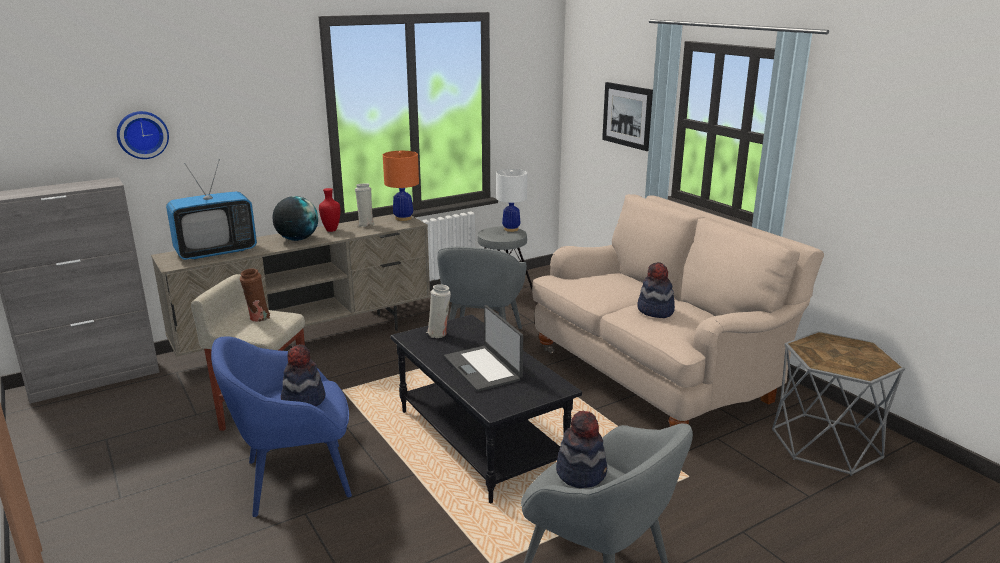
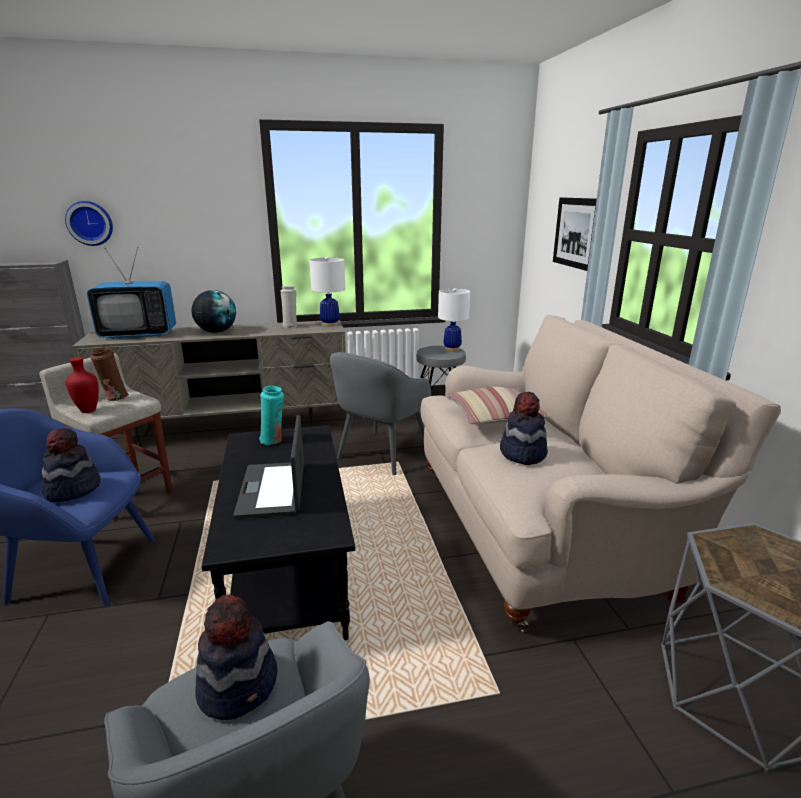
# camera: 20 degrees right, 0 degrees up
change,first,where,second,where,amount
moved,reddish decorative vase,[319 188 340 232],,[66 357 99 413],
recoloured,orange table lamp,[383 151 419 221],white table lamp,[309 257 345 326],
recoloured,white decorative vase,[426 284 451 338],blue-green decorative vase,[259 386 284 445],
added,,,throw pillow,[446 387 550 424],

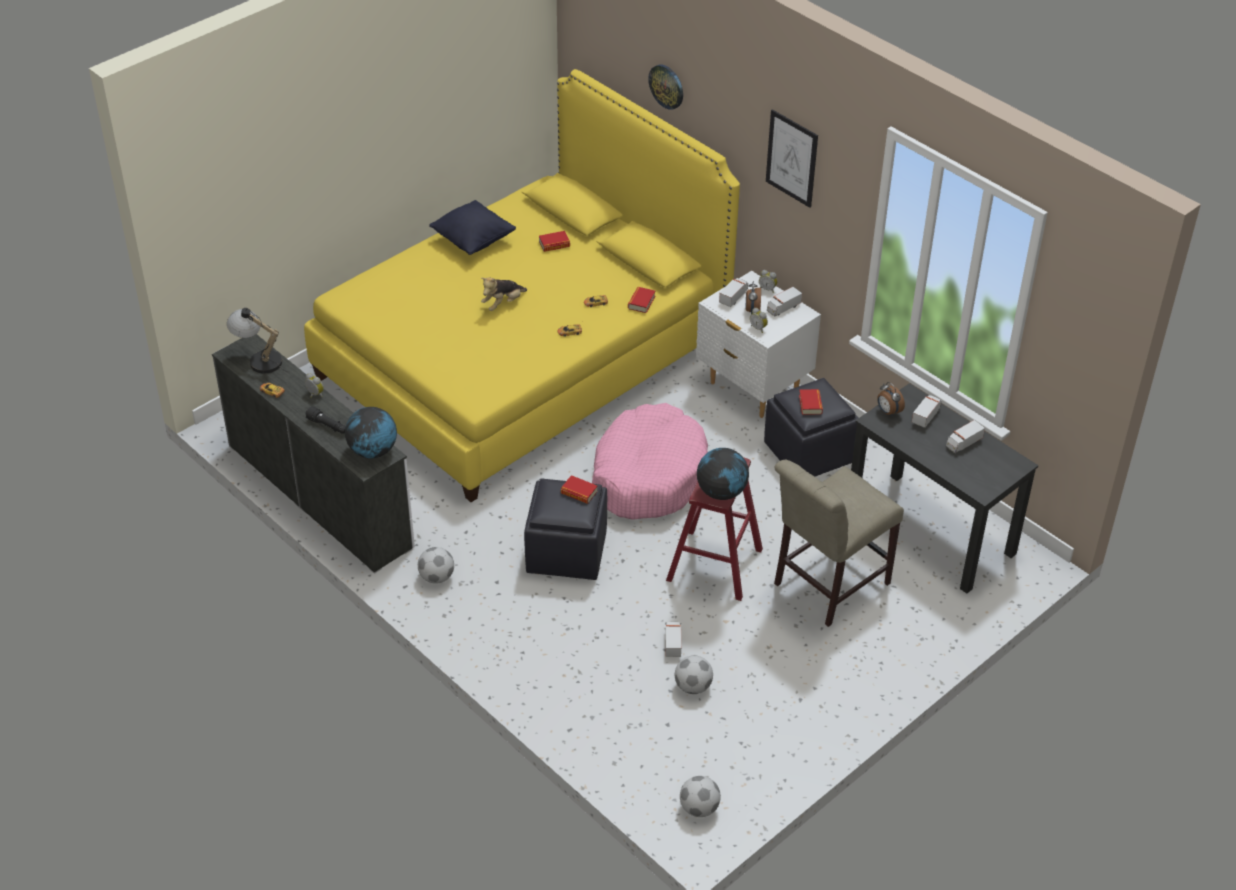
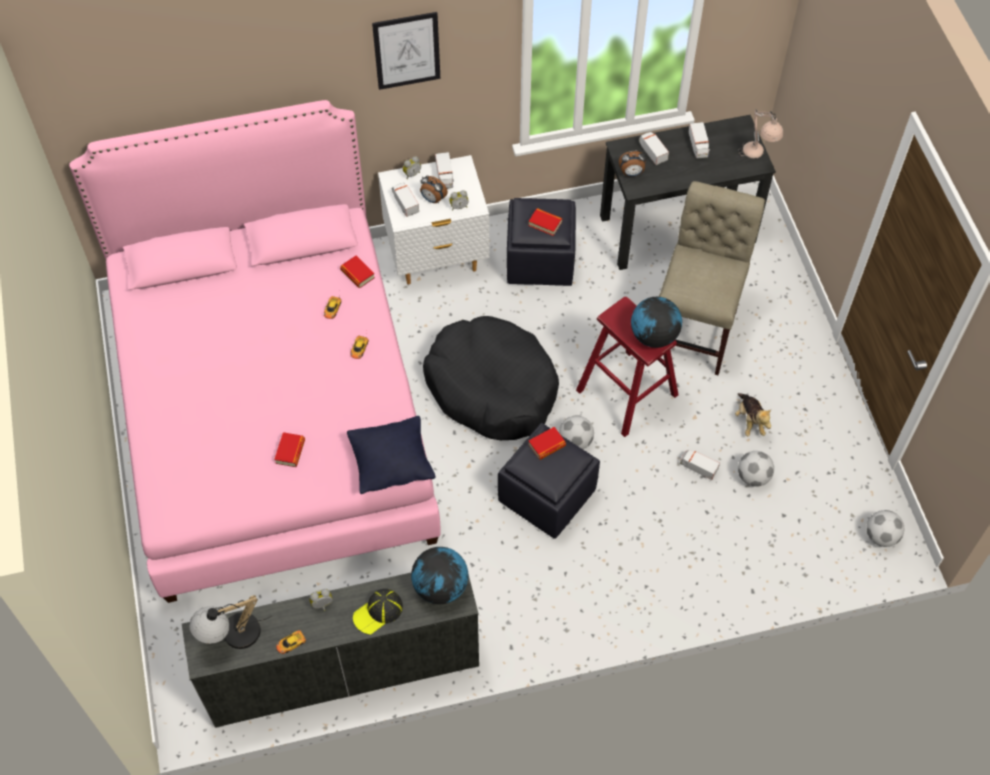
# camera: 60 degrees left, 15 degrees up
change,first,where,second,where,amount
recoloured,yellow-coloured sleeping bed,[304 69 740 502],pinkish sleeping bed,[69 100 441 603],
replaced,black-coloured flashlight,[305 406 346 434],cap,[353 589 403 635],
moved,ball for football,[418 547 454 584],,[559 415 594 449],
moved,black-coloured throw pillow,[429 200 516 255],,[347 416 436 494],
moved,cuddly toy,[481 277 527 311],,[735 393 772 437],
moved,book,[539 231 570 252],,[274 432 305 467],
recoloured,pinkish dog bed,[592 403 708 520],black-coloured dog bed,[423 316 559 440],
removed,hanging clock,[648 65 683 110],,,
turned,beige-coloured upright chair,[774 460 904 627],,[659 181 765 375],150 degrees counterclockwise
added,,,beige-coloured table lamp,[738 109 783 158],

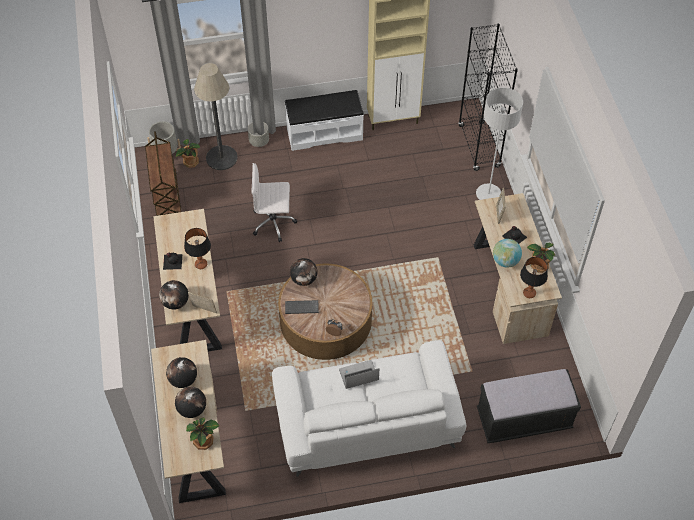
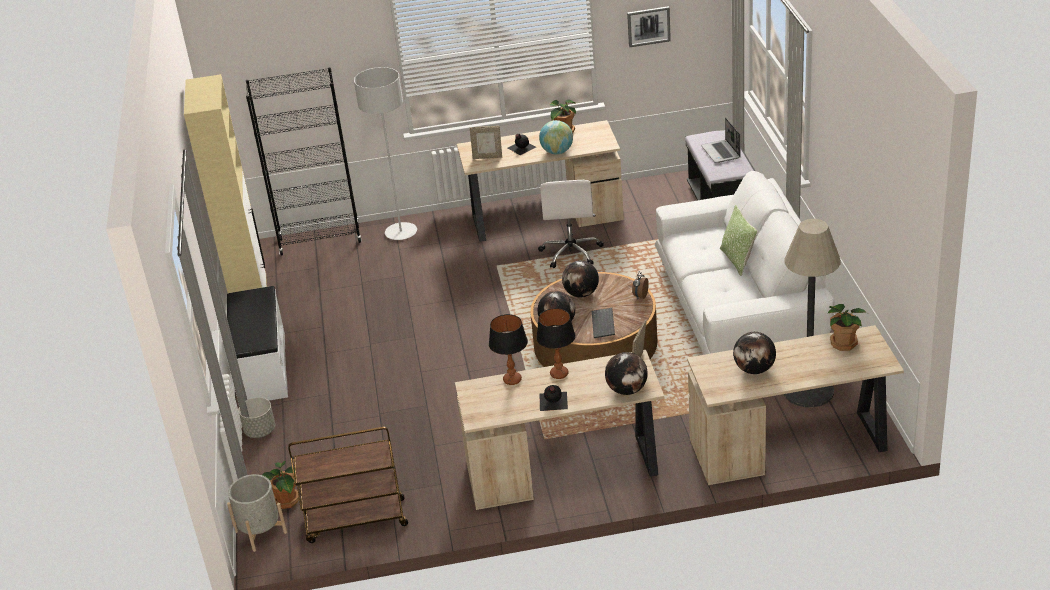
# camera: 85 degrees left, 20 degrees down
change,first,where,second,where,amount
moved,globe,[175 387 206 418],,[562 260 599 298],
moved,standard lamp,[194 63 238 170],,[784 219 841 407],
moved,white desk chair,[251 163 297 242],,[538 180 604 268],
moved,laptop,[339 360 379 389],,[701 118 740 163],
moved,table lamp,[520 257 548 298],,[489 314 528 385],
added,,,wall art,[627 6 671 47],
added,,,throw pillow,[720 205 757 276],

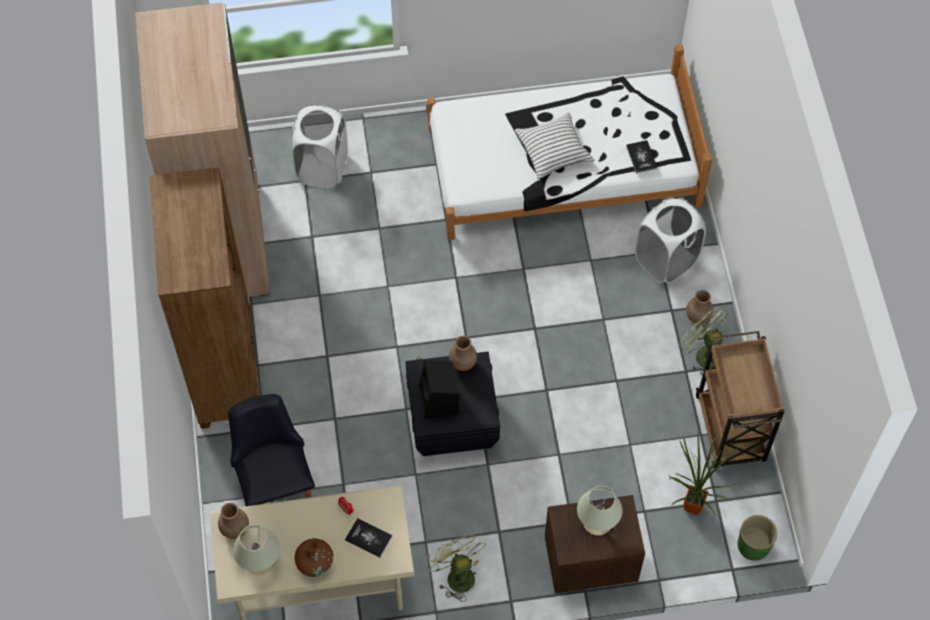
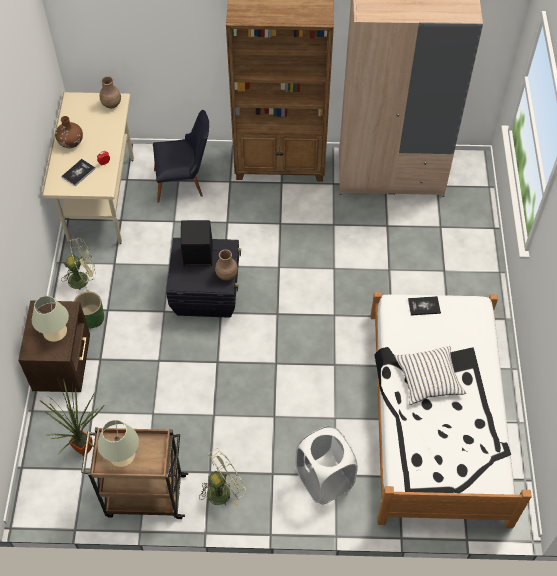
# camera: 100 degrees right, 5 degrees down
change,first,where,second,where,amount
moved,beige-coloured table lamp,[233 525 280 575],,[97 420 139 467],
removed,white washing basket,[291 104 347 188],,,
moved,book,[626 140 658 174],,[408 296 441 316],
removed,brown-coloured decorative vase,[686 290 713 324],,,
moved,greenish planter,[737 515 777 561],,[74 291 104 328],

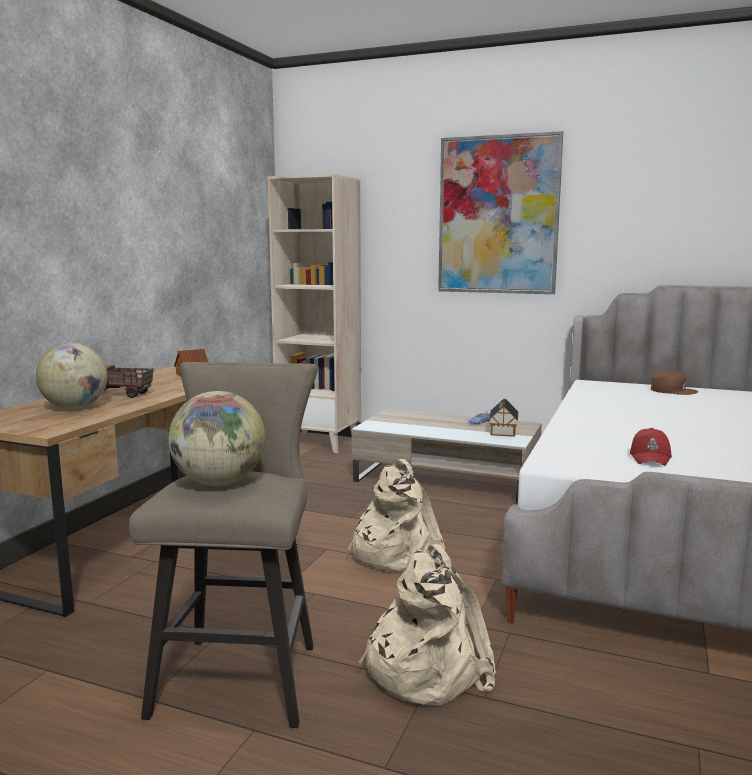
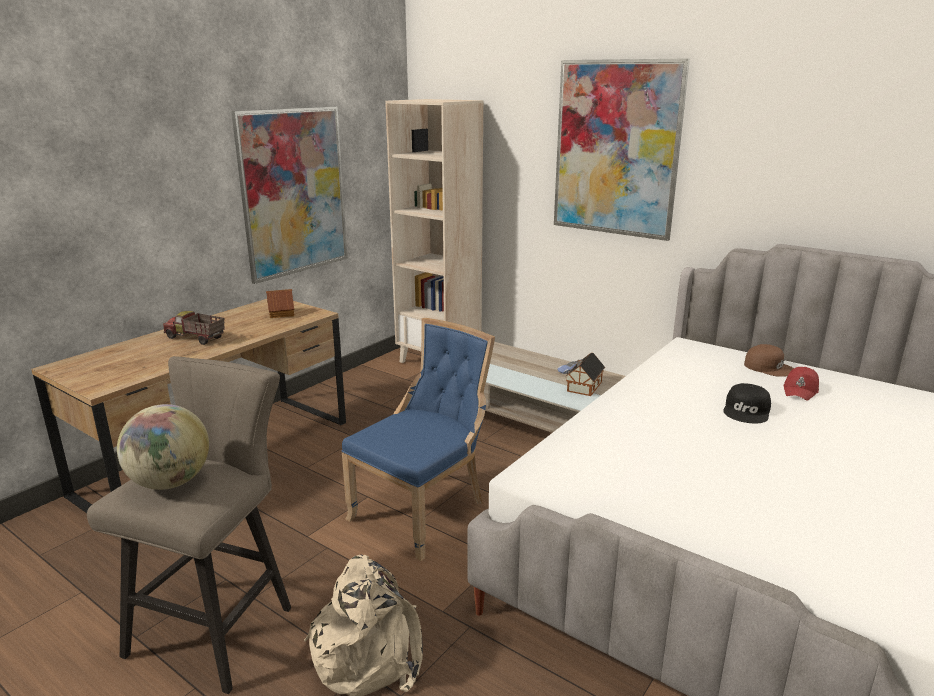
# camera: 15 degrees right, 10 degrees up
change,first,where,second,where,amount
removed,globe,[36 343 108 409],,,
replaced,beige-coloured backpack,[347 459 445 571],blue-coloured upright chair,[342 318 495 561],
moved,reddish cap,[630 428 672 466],,[783 367 819 401],
added,,,wall art,[231 106 347 284],
added,,,black-coloured cap,[723 383 771 423],

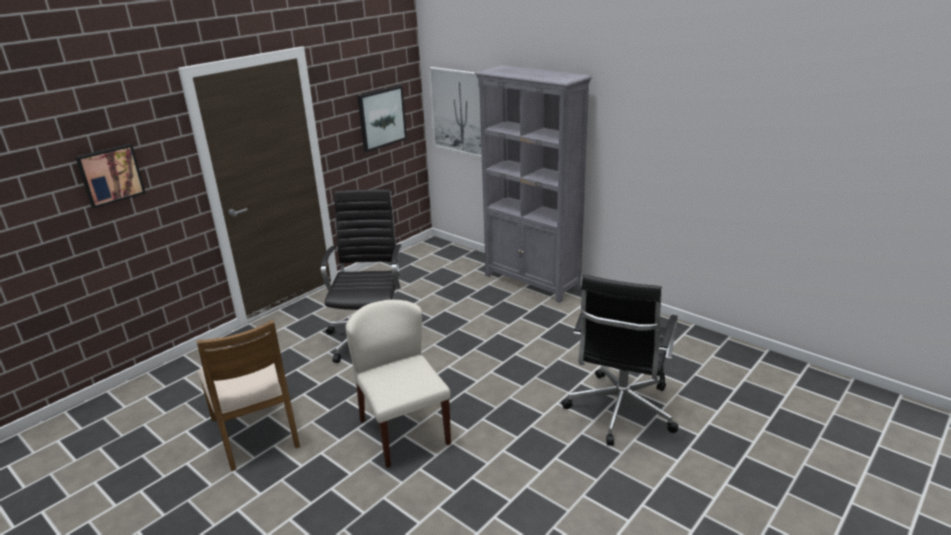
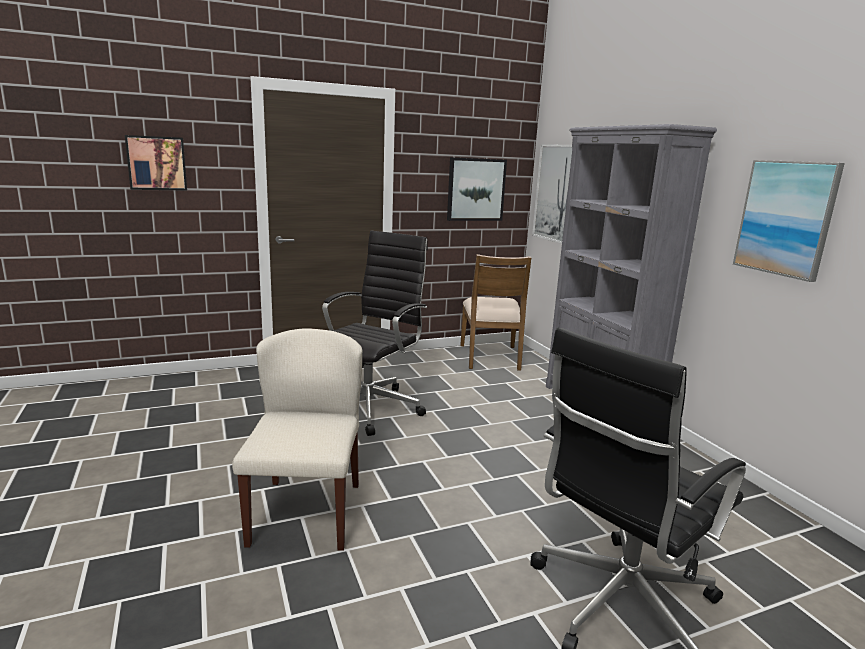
# camera: 25 degrees right, 10 degrees down
change,first,where,second,where,amount
moved,brown-coloured upright chair,[197 320 300 471],,[460 254 531 371],
added,,,wall art,[733 160 845 282],

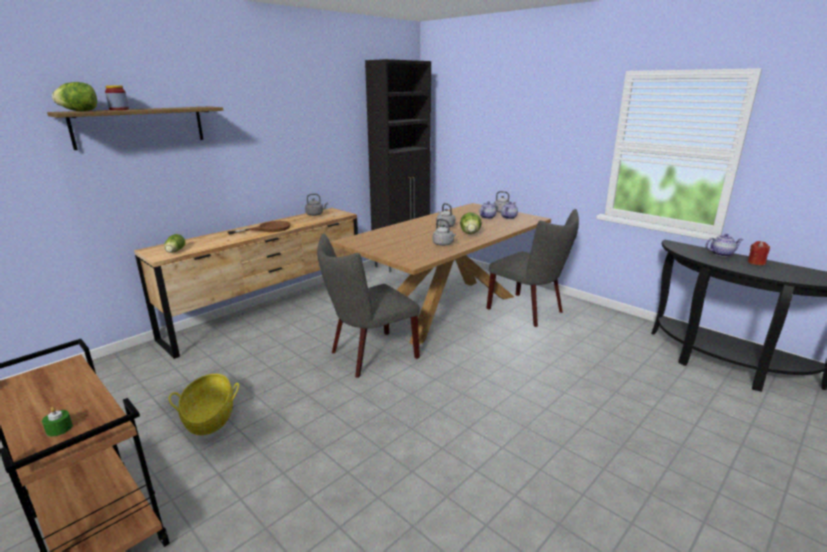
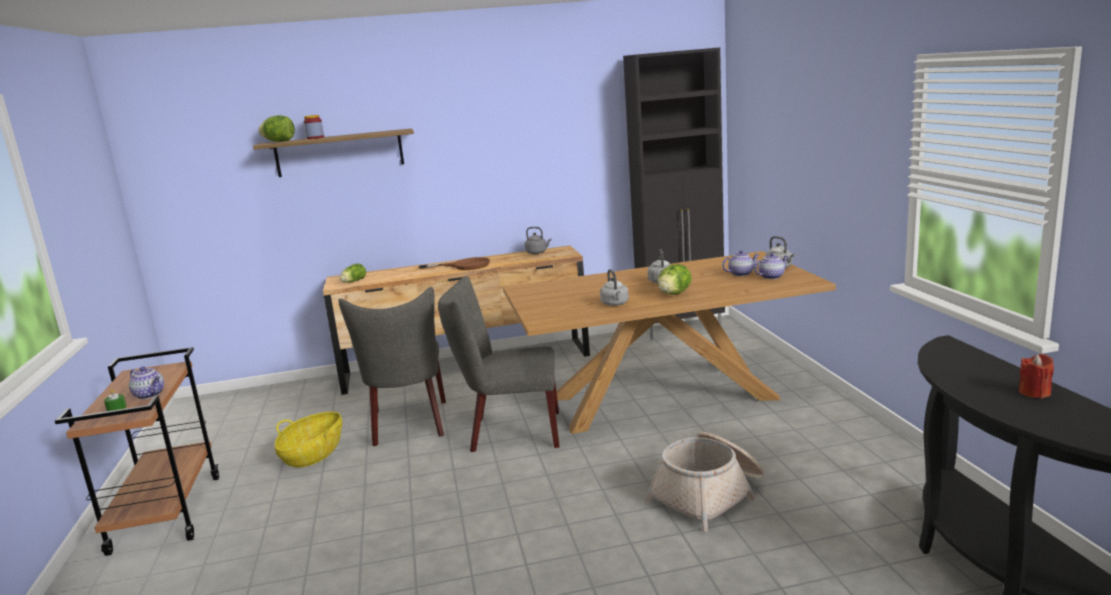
# camera: 35 degrees right, 5 degrees down
change,first,where,second,where,amount
moved,grey upright chair,[486 209 579 327],,[339 287 446 446],
moved,pot for tea,[706 234 743 257],,[129 367 164 399],
added,,,basket,[644 432 764 532],

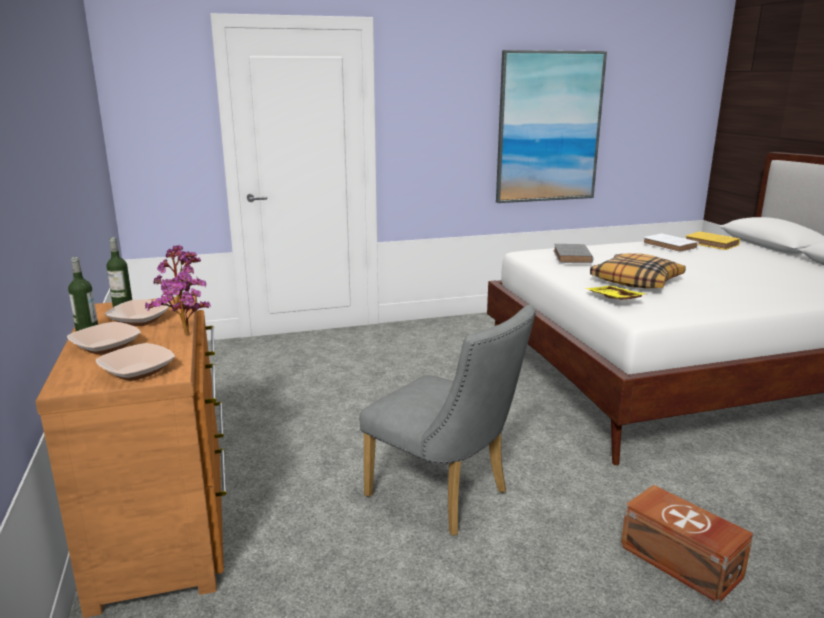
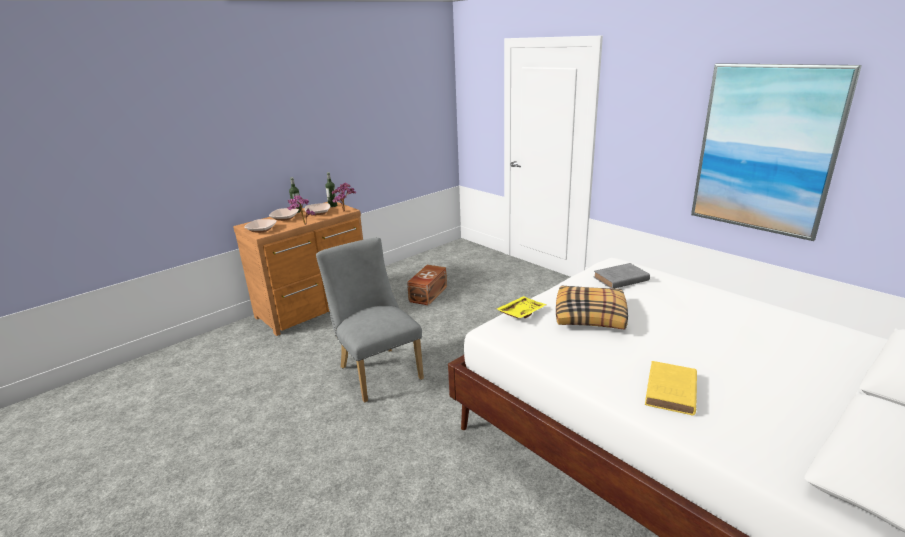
# camera: 65 degrees right, 5 degrees up
change,first,where,second,where,amount
turned,grey upright chair,[359 305 536 536],,[316 238 424 402],135 degrees clockwise
moved,brown-coloured storage container,[621 485 754 604],,[407 265 447 306],
removed,white book,[643 233 699 253],,,
moved,yellow-coloured book,[686 231 740 250],,[645 361 697 416],

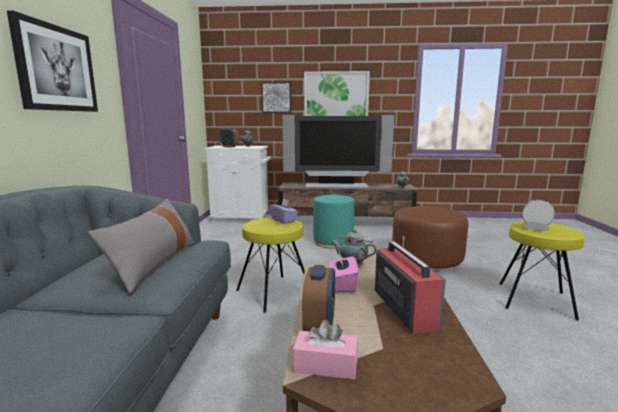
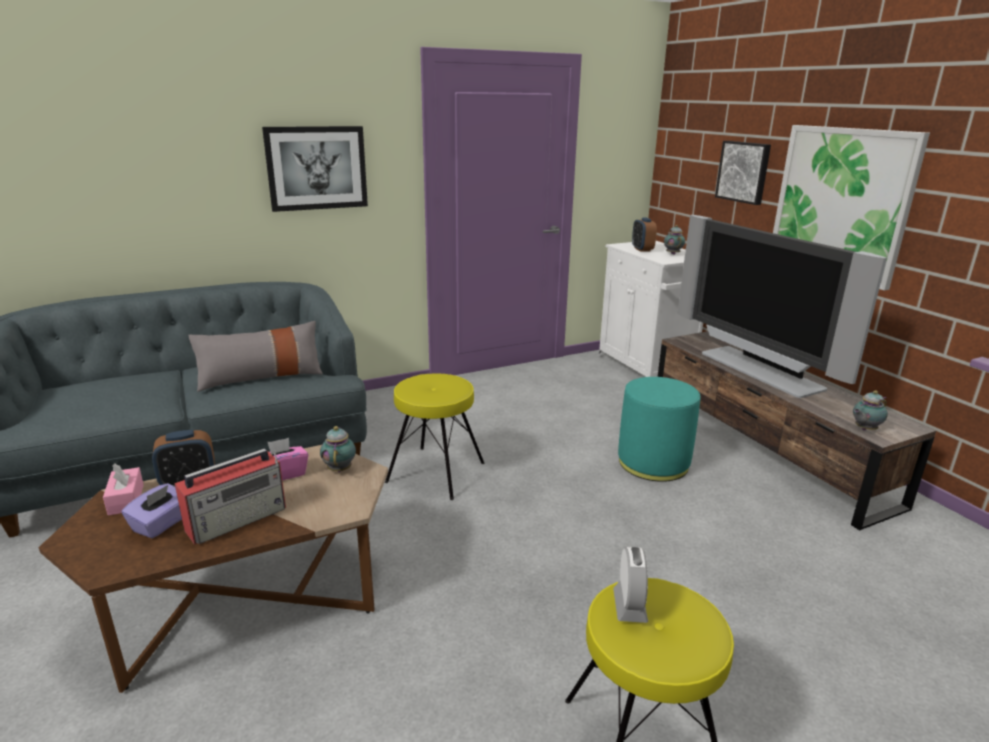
# camera: 60 degrees right, 10 degrees up
change,first,where,second,where,amount
moved,purplish tissue box,[269 198 298 224],,[122 483 182 538],
removed,brown-coloured ottoman,[392 206 468 269],,,

